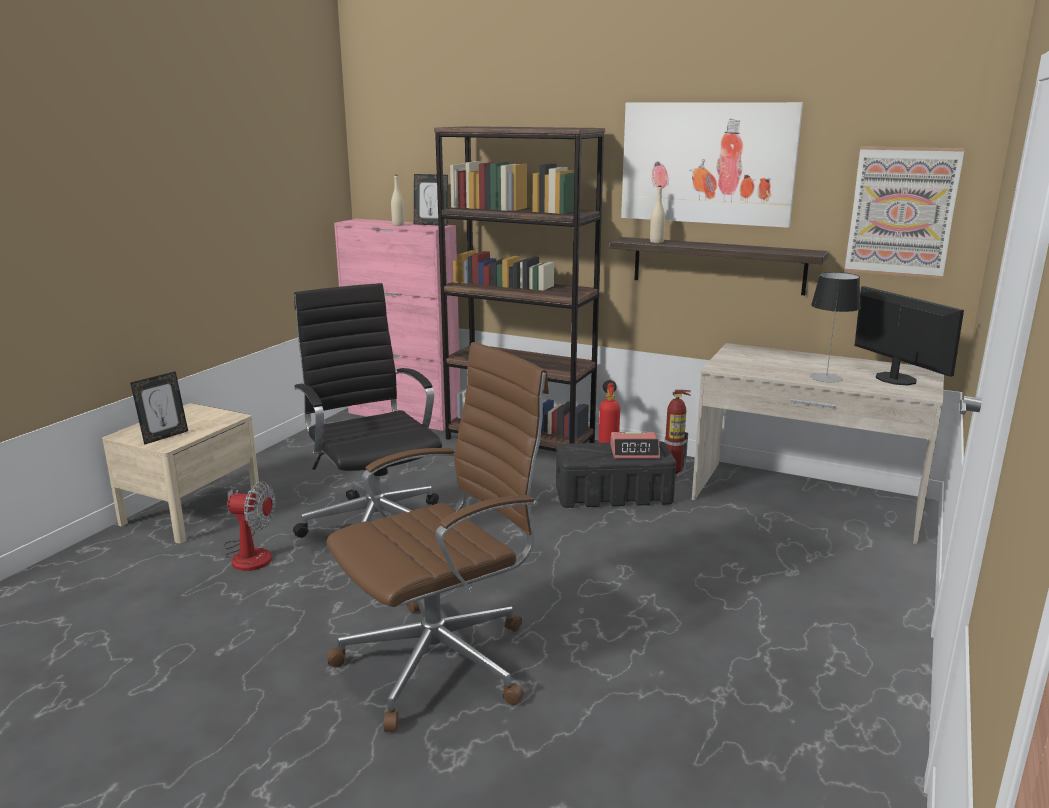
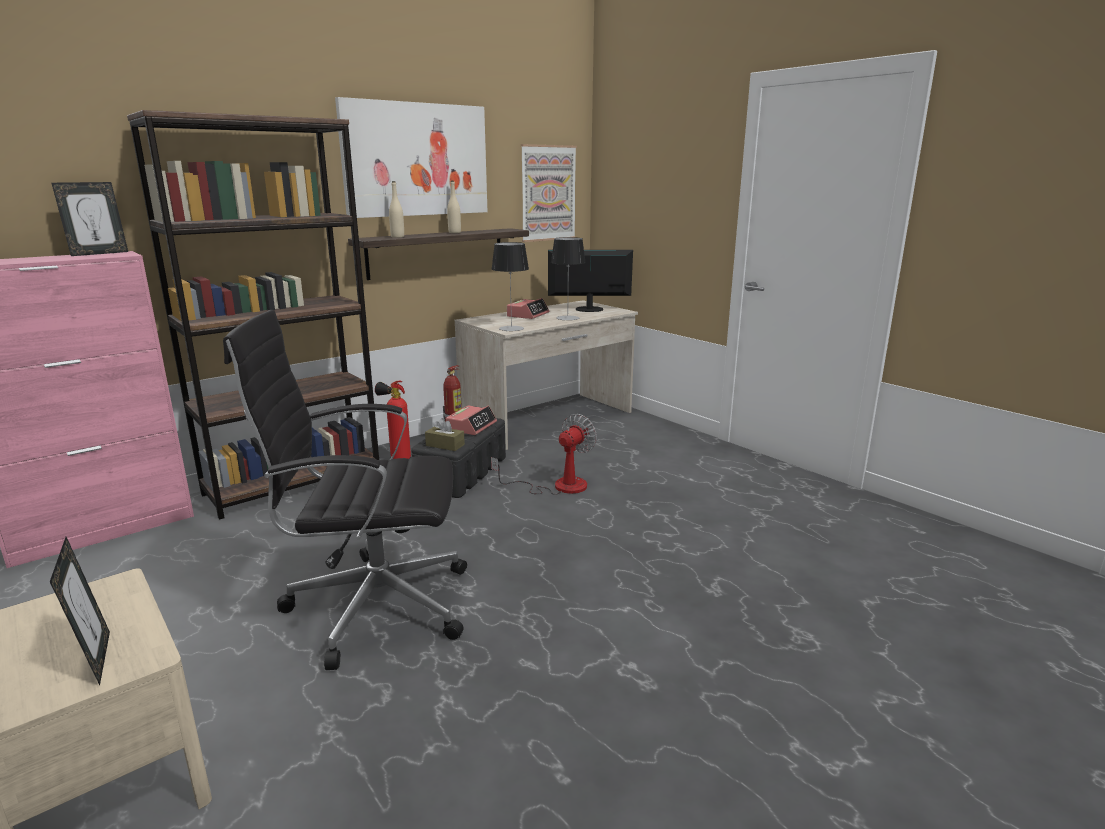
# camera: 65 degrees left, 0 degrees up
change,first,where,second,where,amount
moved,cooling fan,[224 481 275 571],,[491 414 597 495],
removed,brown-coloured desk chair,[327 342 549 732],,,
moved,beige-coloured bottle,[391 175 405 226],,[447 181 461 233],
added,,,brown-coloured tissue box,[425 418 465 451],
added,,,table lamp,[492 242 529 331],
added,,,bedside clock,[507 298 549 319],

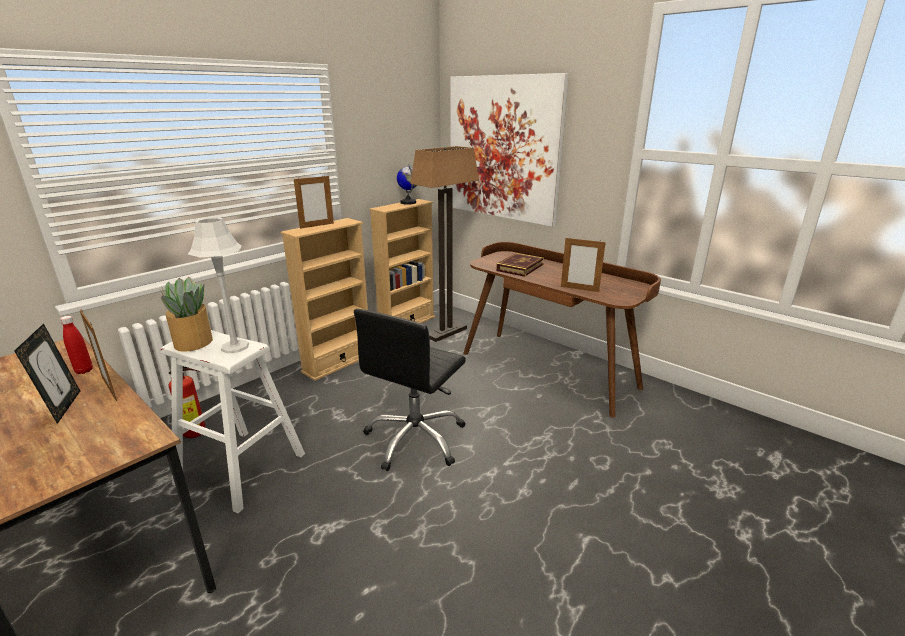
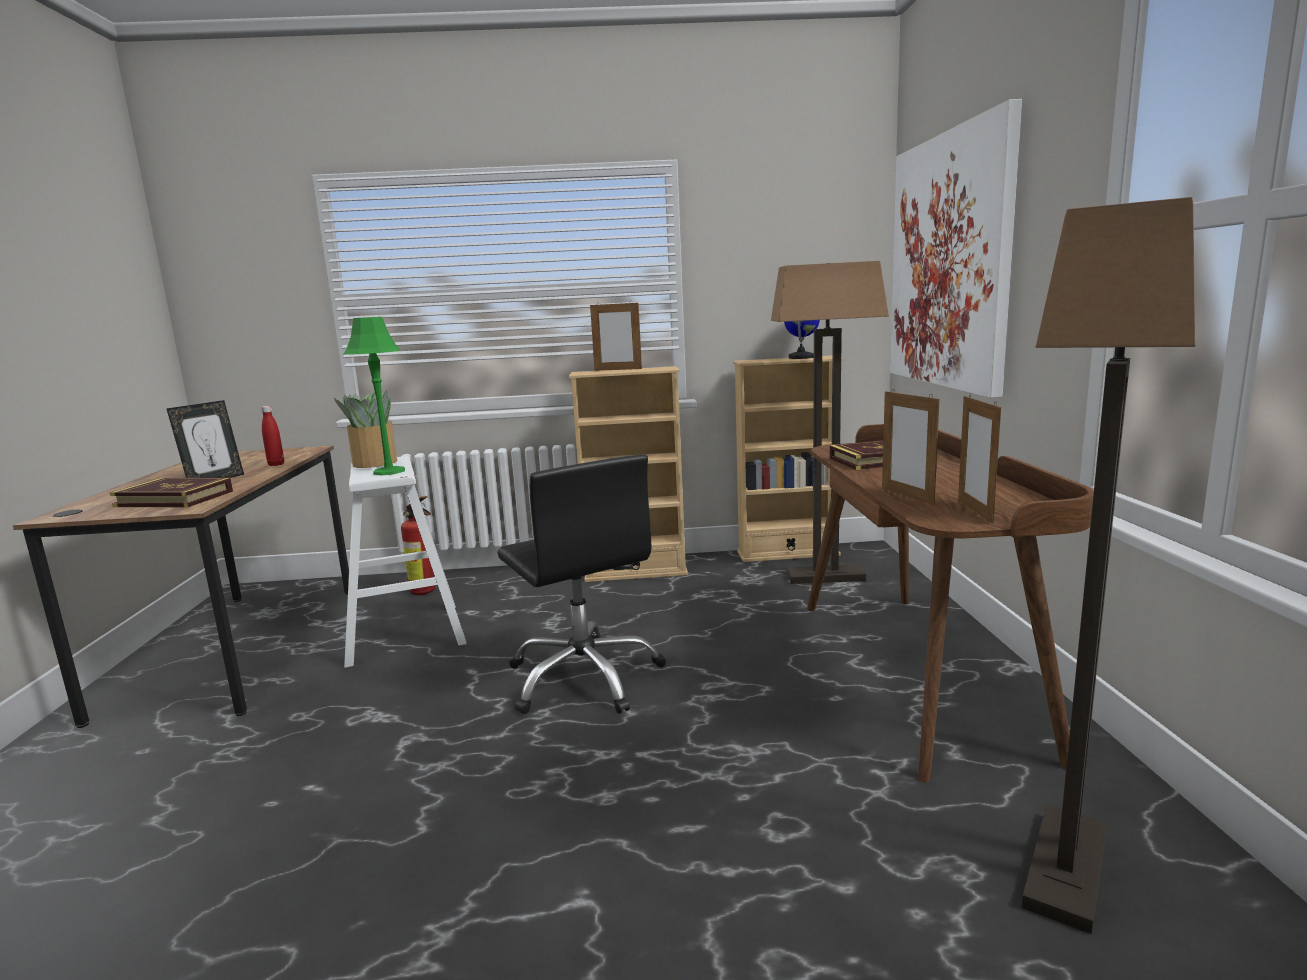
# camera: 45 degrees right, 10 degrees down
change,first,where,second,where,amount
moved,photo frame,[79 309 117 401],,[958 394 1001 524],
recoloured,grey table lamp,[188 217 249 354],greenish table lamp,[344 317 405 476],
turned,black-coloured desk chair,[354 309 466 471],,[497 454 666 714],105 degrees counterclockwise
added,,,book,[110 478 233 507],
added,,,standard lamp,[1022 197 1196 934],

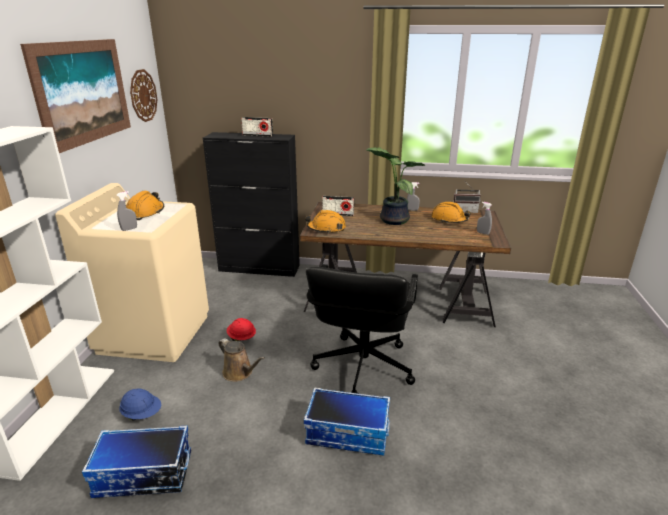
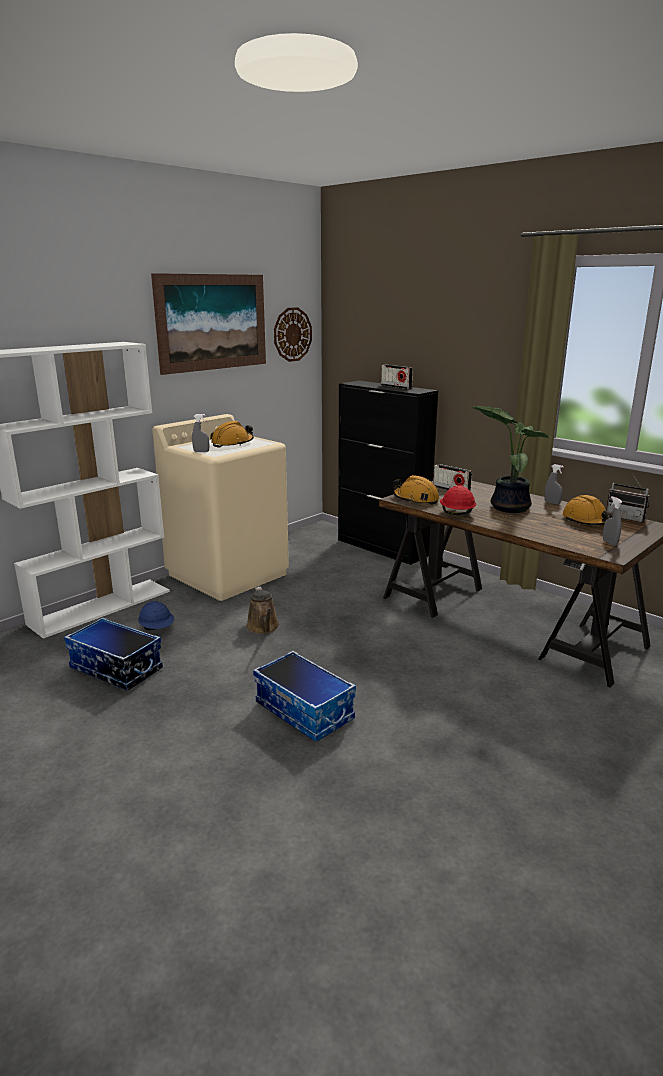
# camera: 35 degrees right, 5 degrees down
change,first,where,second,where,amount
moved,reddish safety helmet,[226 318 256 341],,[440 485 476 515],
removed,black-coloured desk chair,[306 264 418 394],,,

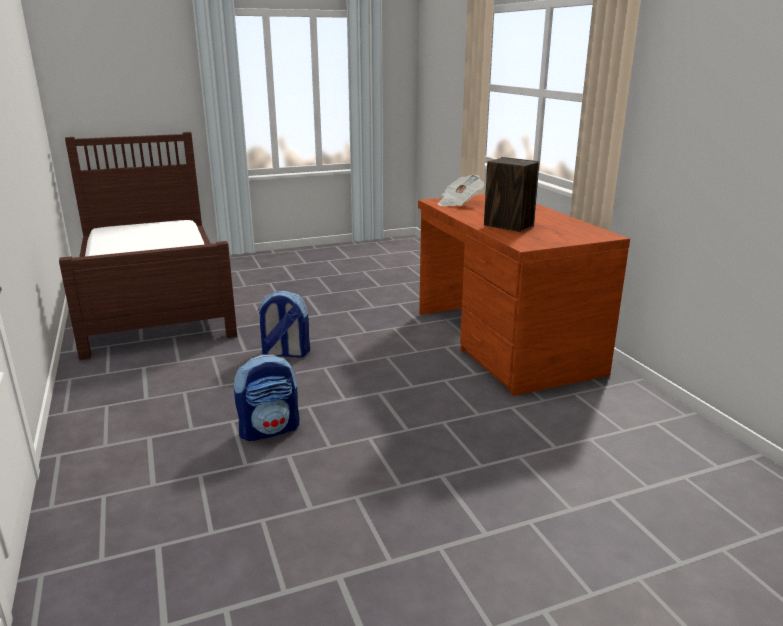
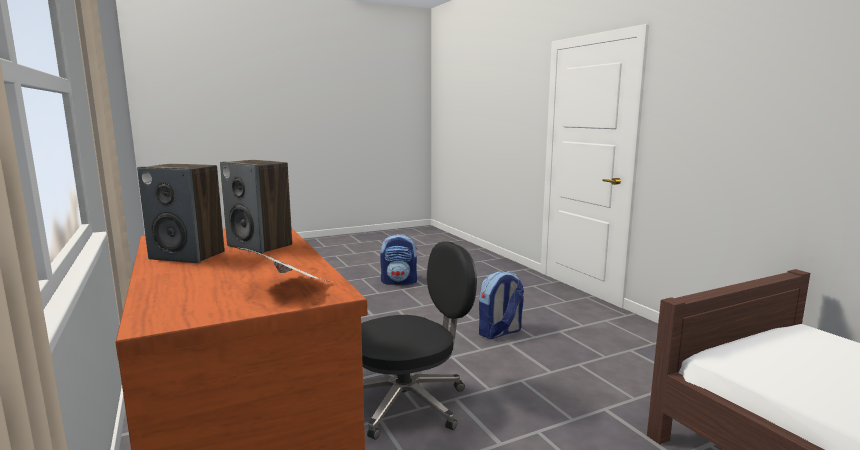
# camera: 175 degrees right, 10 degrees down
change,first,where,second,where,amount
moved,backpack,[257 291 310 358],,[380 234 418 285],
added,,,loudspeaker,[137 164 225 263],
added,,,black-coloured desk chair,[361 242 477 440],

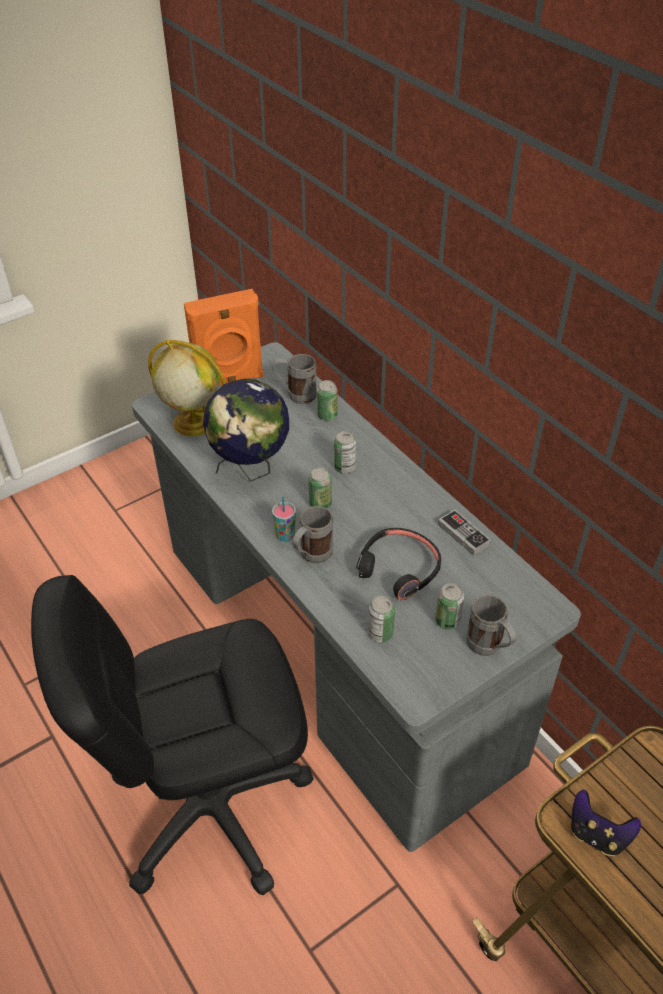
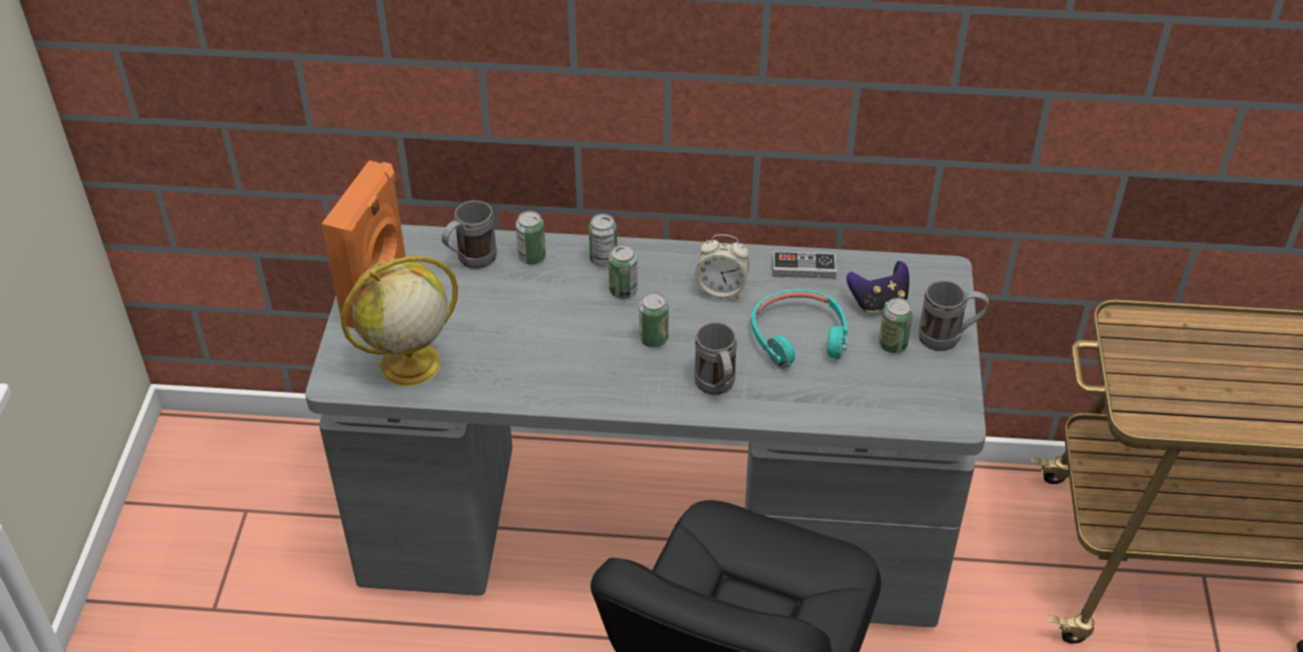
# camera: 50 degrees left, 0 degrees up
change,first,where,second,where,amount
removed,globe,[203 378 289 482],,,
removed,drinking cup,[272 496 296 542],,,
recoloured,black-coloured headphones,[356 528 441 600],blue-green headphones,[751 289 848 369],
moved,sealed can,[368 596 395 642],,[589 214 617 267],
moved,gamepad,[571 790 641 856],,[846 261 909 312],
added,,,bedside clock,[695 234 749 299],

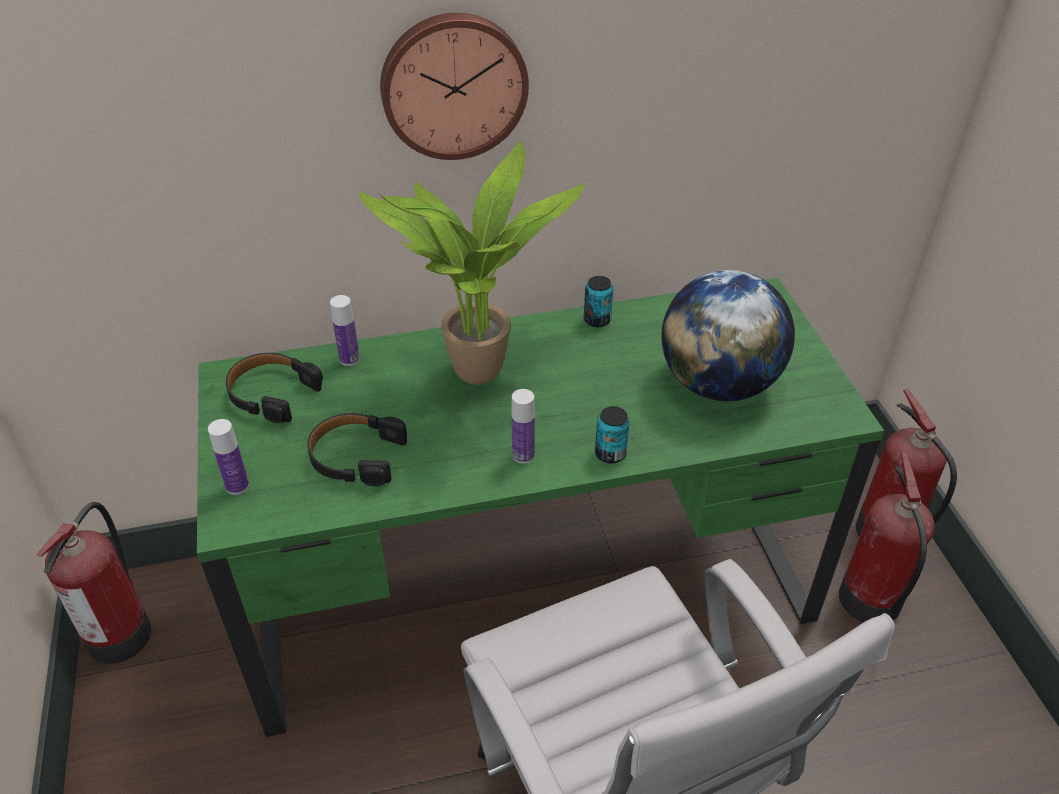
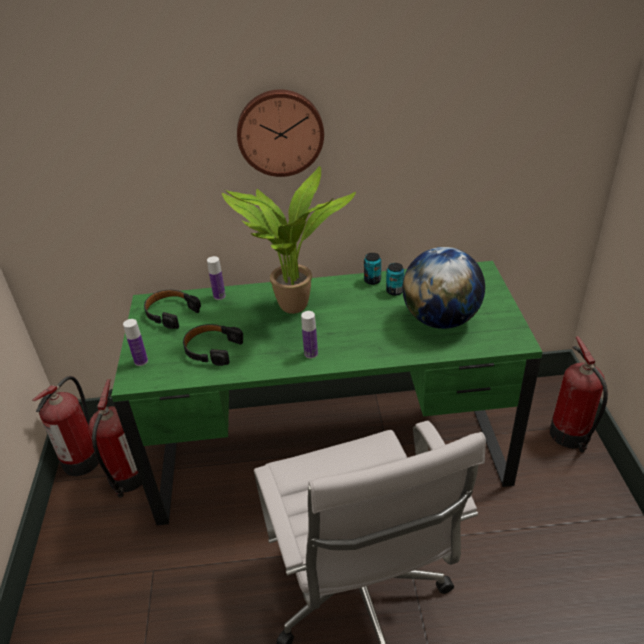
# camera: 10 degrees right, 5 degrees down
change,first,where,second,where,amount
moved,sealed can,[595 406 630 464],,[386 263 404 296],
moved,extinguisher,[839 452 935 622],,[89 379 142 498],

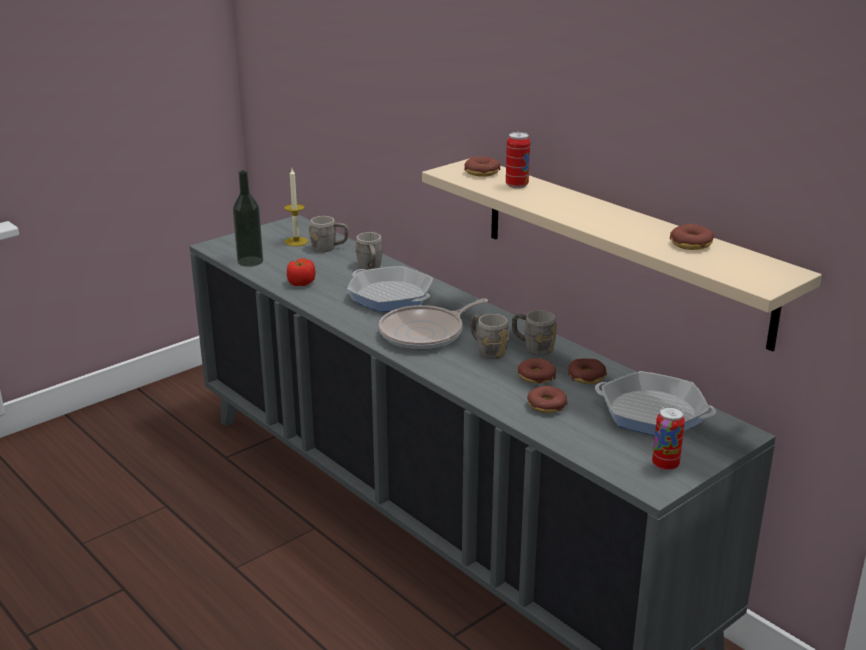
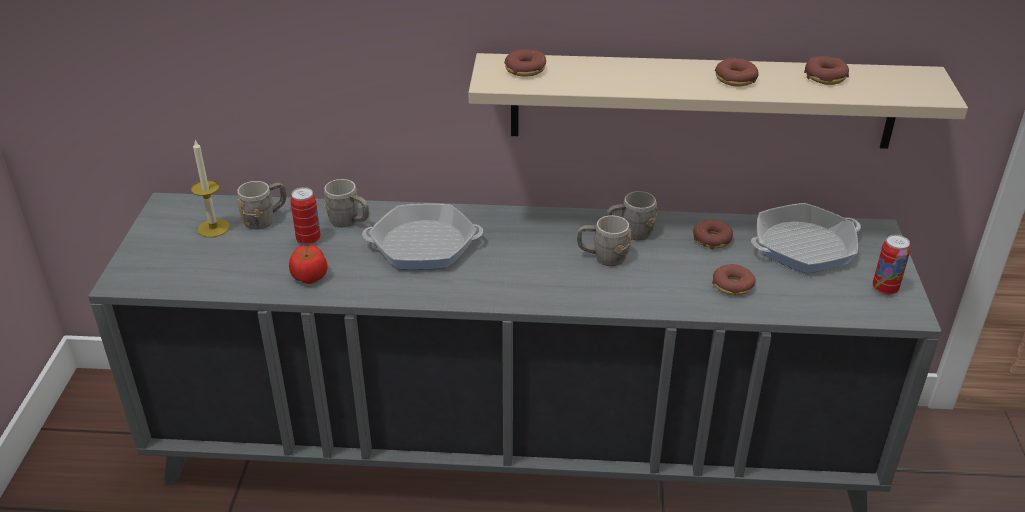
# camera: 45 degrees left, 10 degrees up
change,first,where,second,where,amount
removed,bottle,[233 170 263 267],,,
removed,pan,[379 298 488 350],,,
moved,sealed can,[506 132 530 189],,[290 187 321 245],
moved,doughnut,[518 358 556 384],,[715 58 758 87],

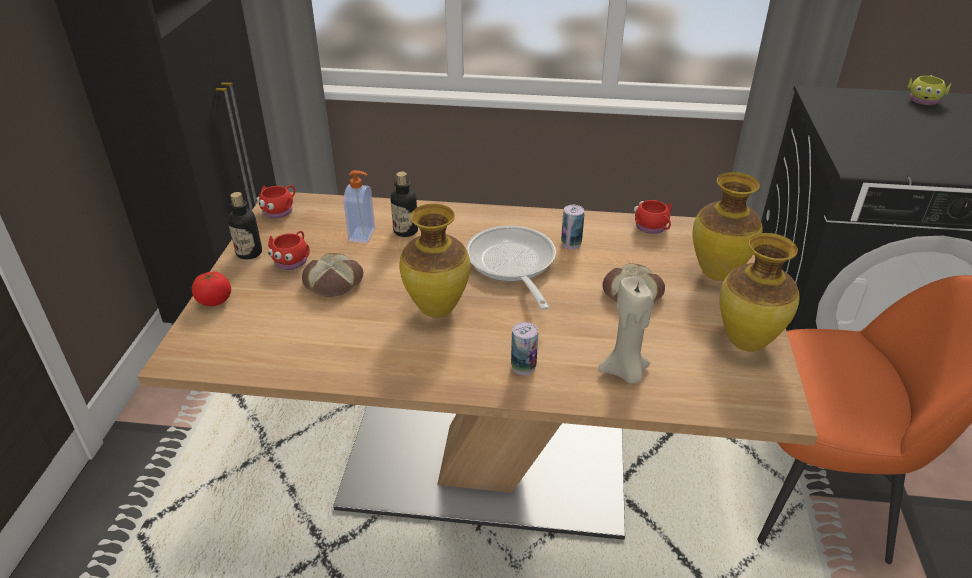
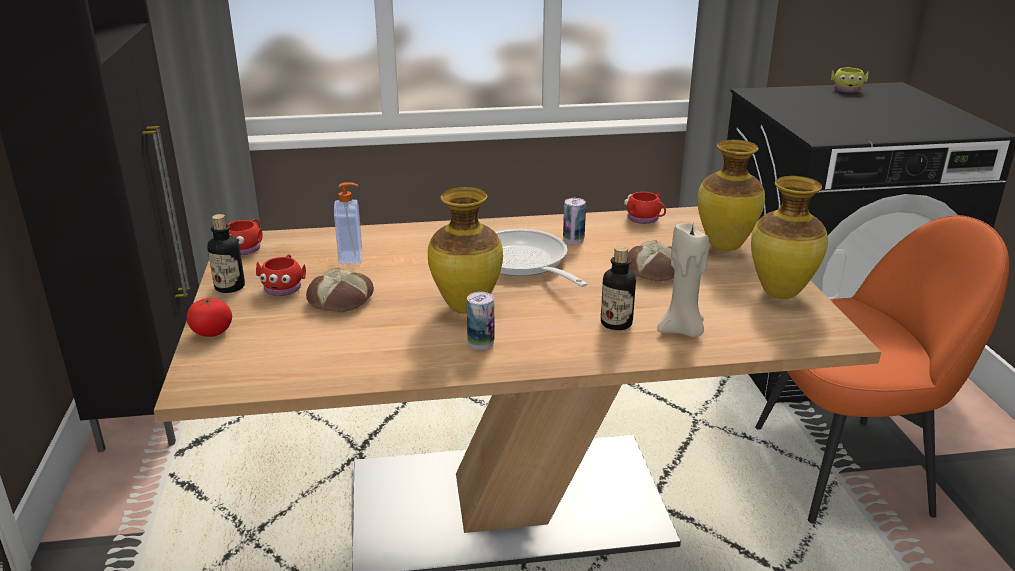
# camera: 15 degrees left, 10 degrees down
change,first,where,second,where,amount
moved,bottle,[391 172 418 237],,[601 246 636 330],
moved,sealed can,[511 322 538 375],,[467 292 495 350],

